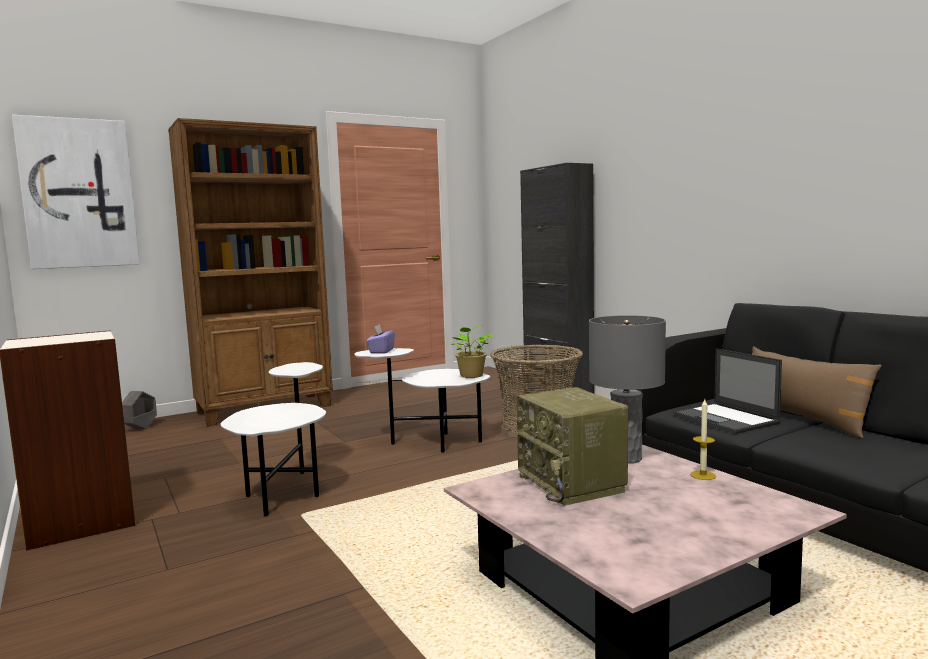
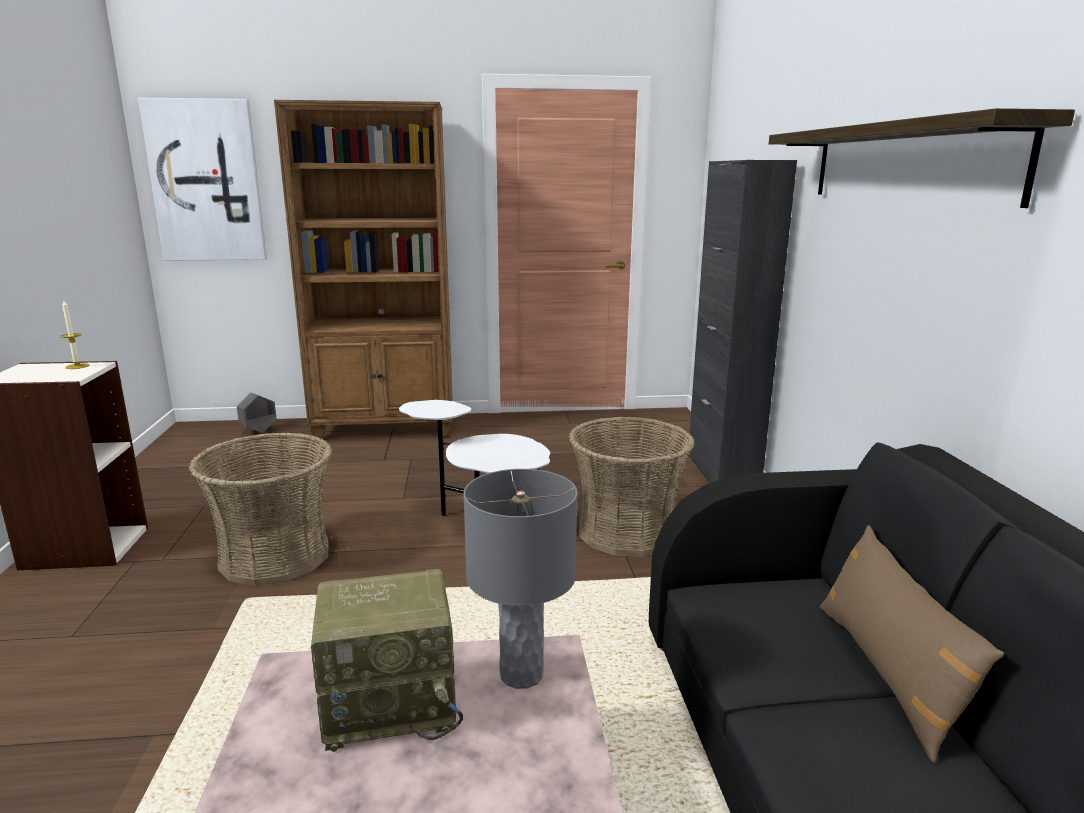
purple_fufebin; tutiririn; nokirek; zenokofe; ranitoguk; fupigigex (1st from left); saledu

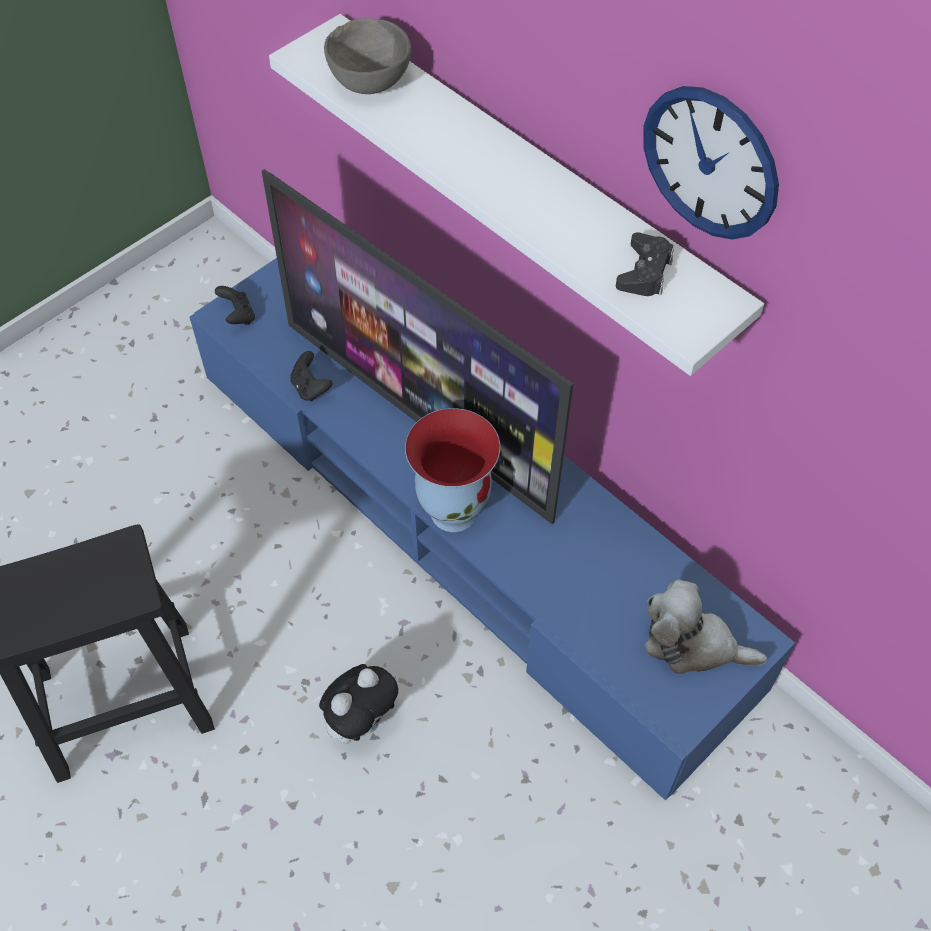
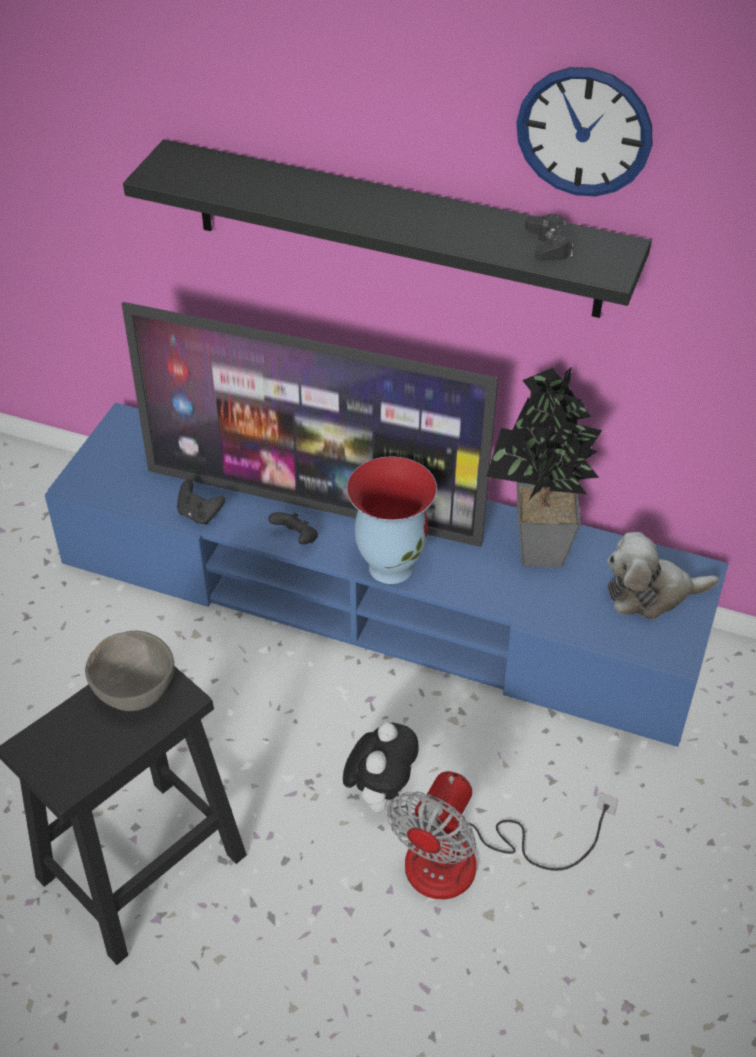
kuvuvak; tutiririn; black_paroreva (2nd from left); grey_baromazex; black_zenokofe

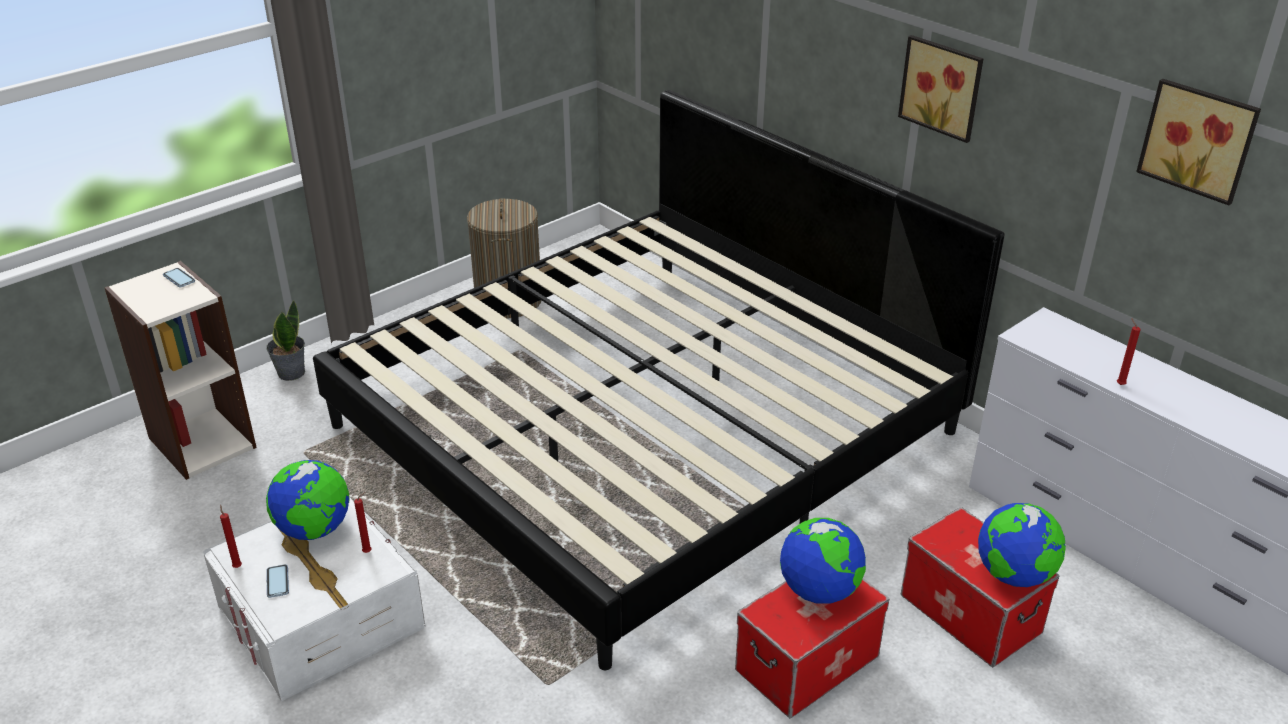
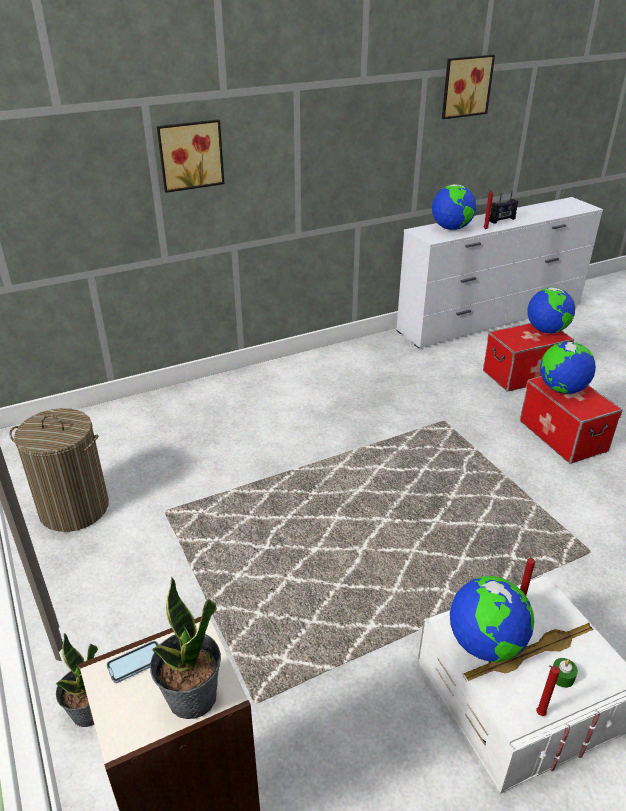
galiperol; tutiririn (2nd from left); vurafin (1st from left); saledu; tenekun (1st from left); green_ranitoguk

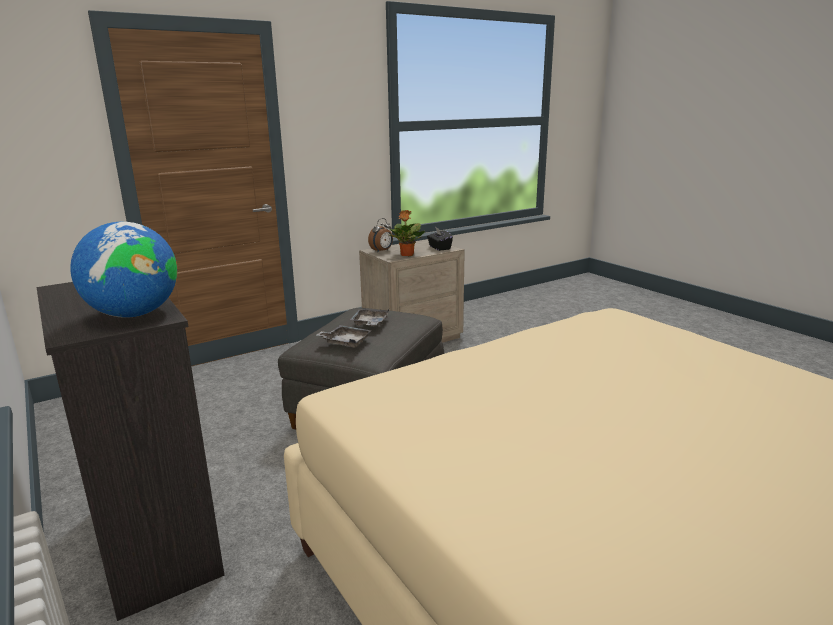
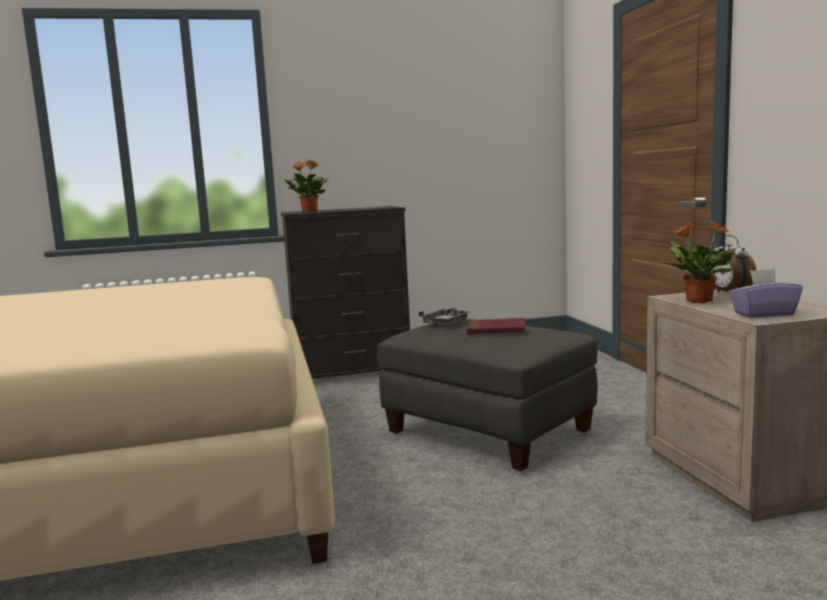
tutiririn (1st from left); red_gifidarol; purple_fufebin

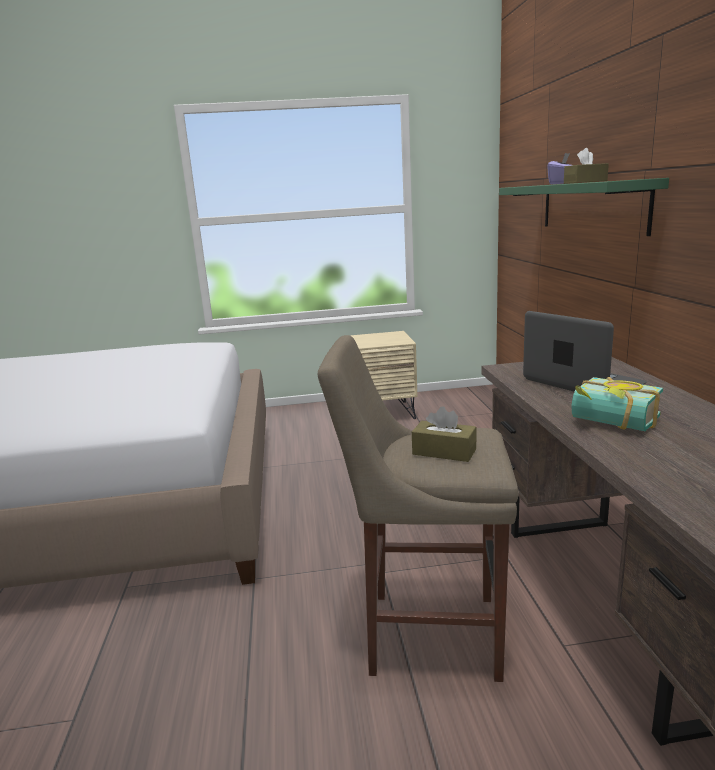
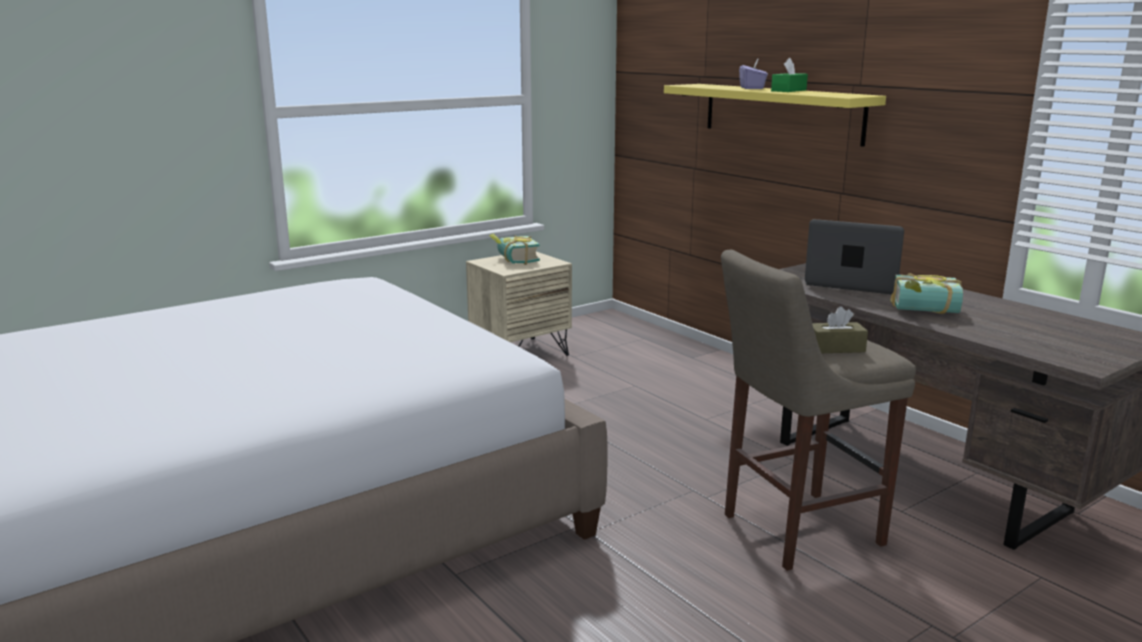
gifidarol (1st from left); yellow_zenokofe; green_fufebin

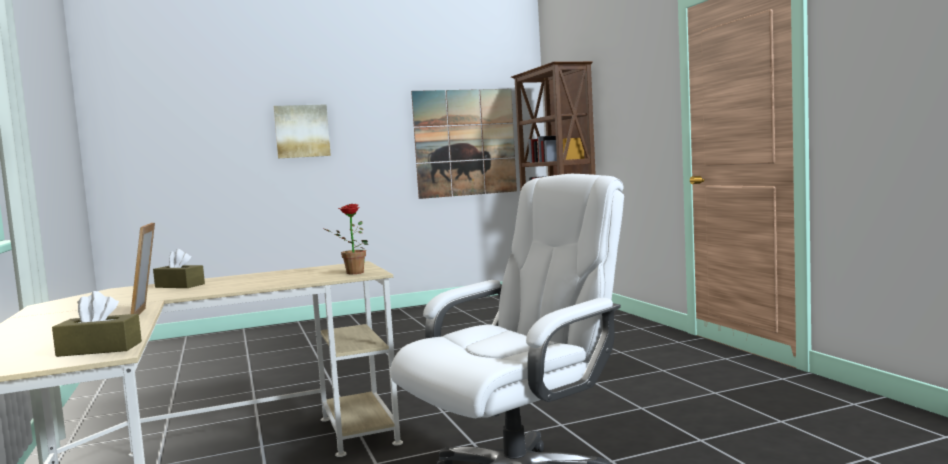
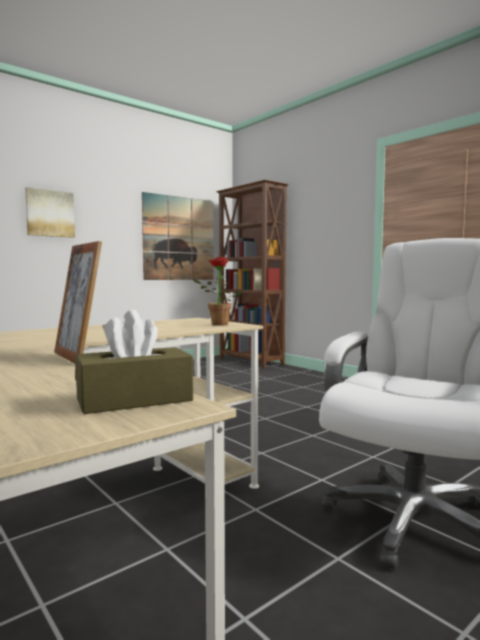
brown_fufebin (2nd from left in the first image)

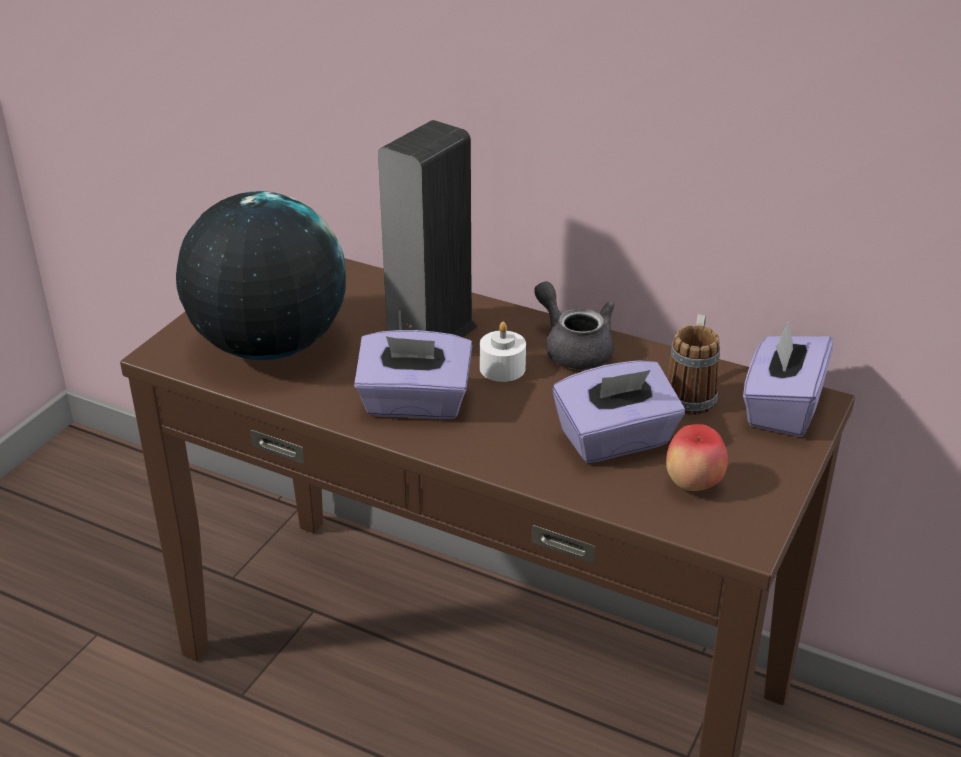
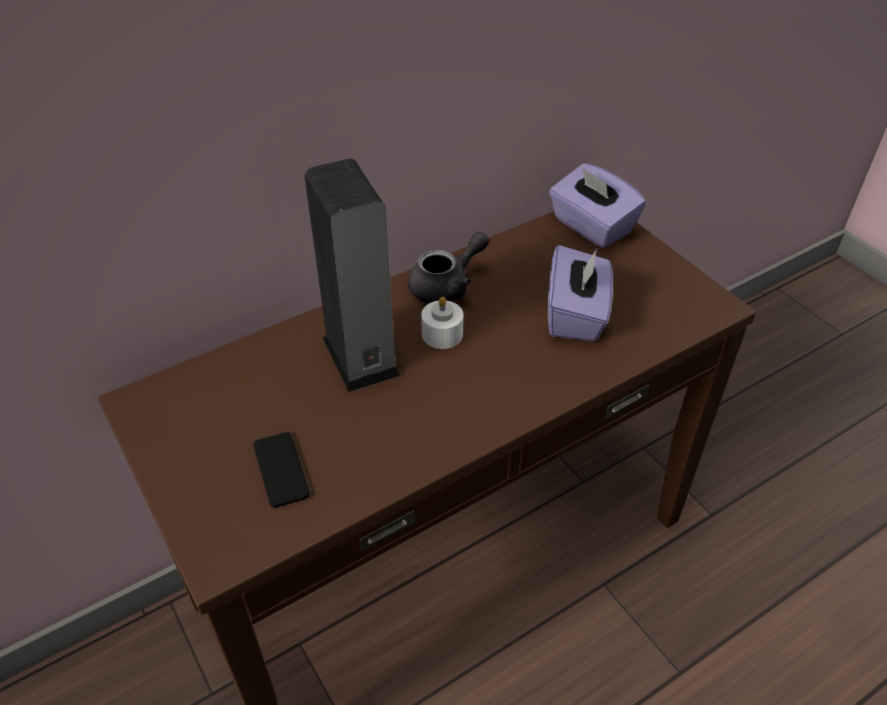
purple_fufebin (1st from left in the first image); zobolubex; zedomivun; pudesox; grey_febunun

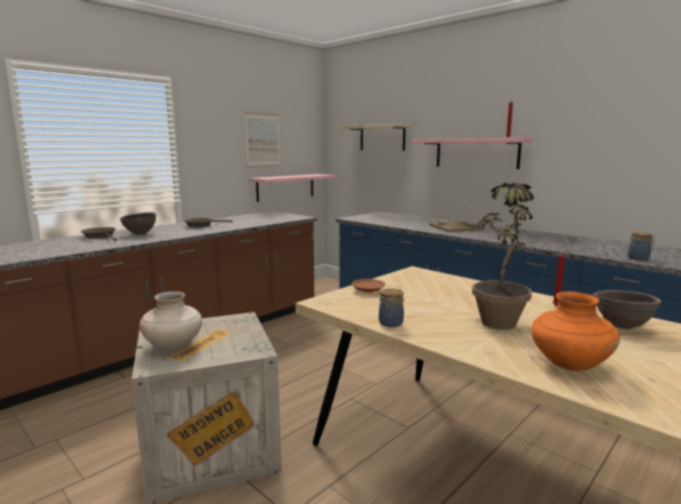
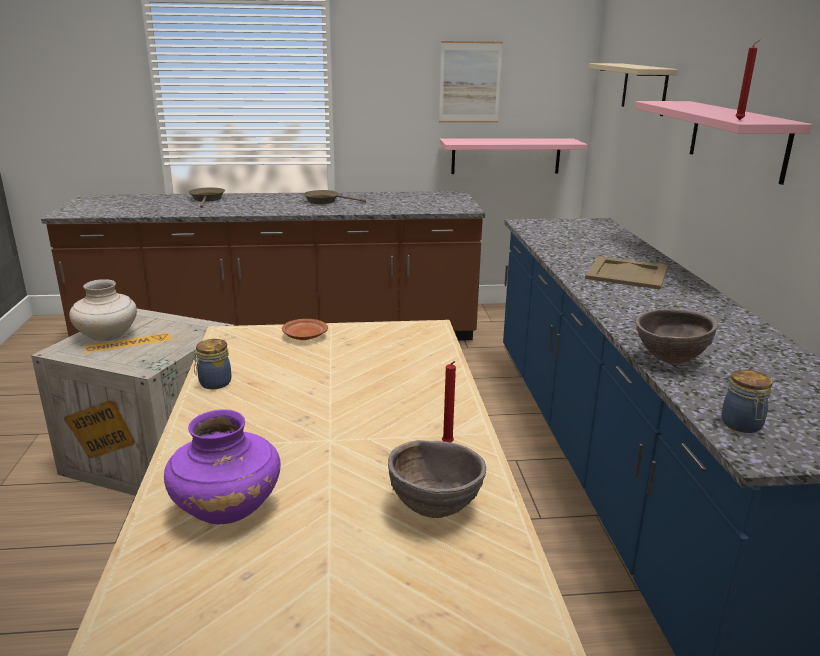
tutiririn; brown_baromazex (2nd from left); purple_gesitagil

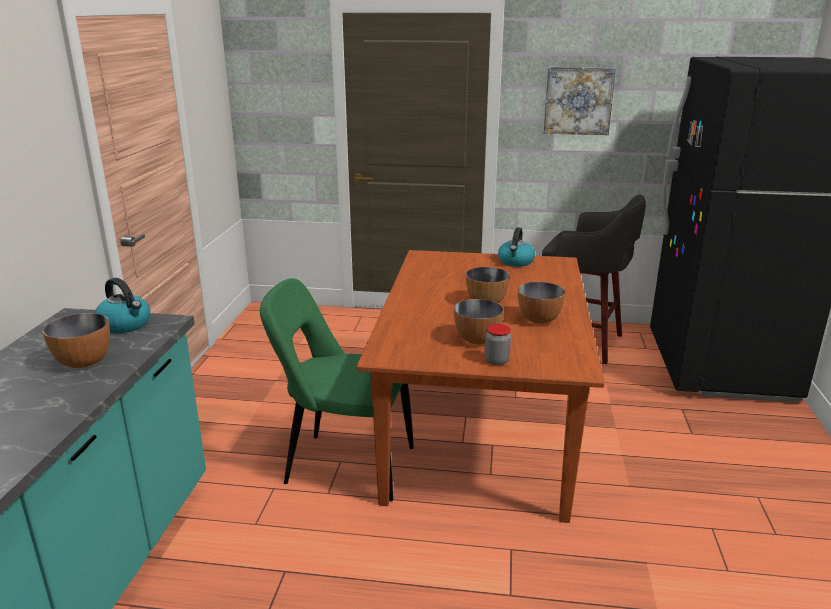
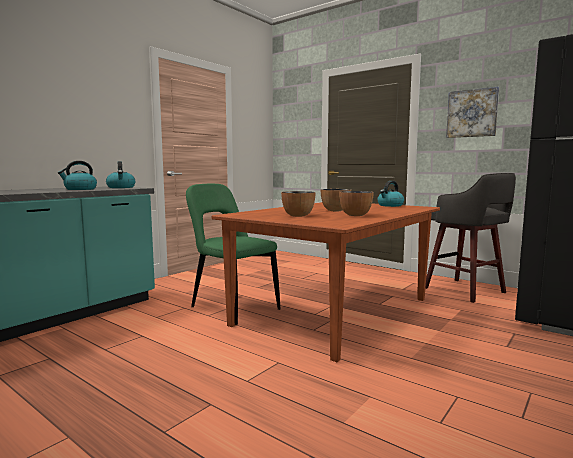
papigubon; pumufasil (1st from left)

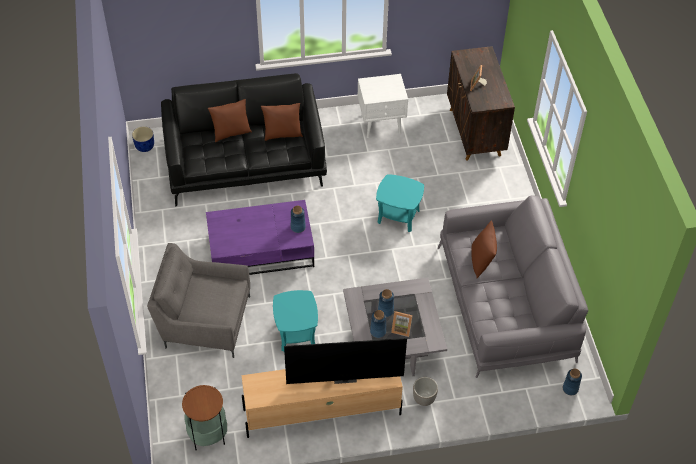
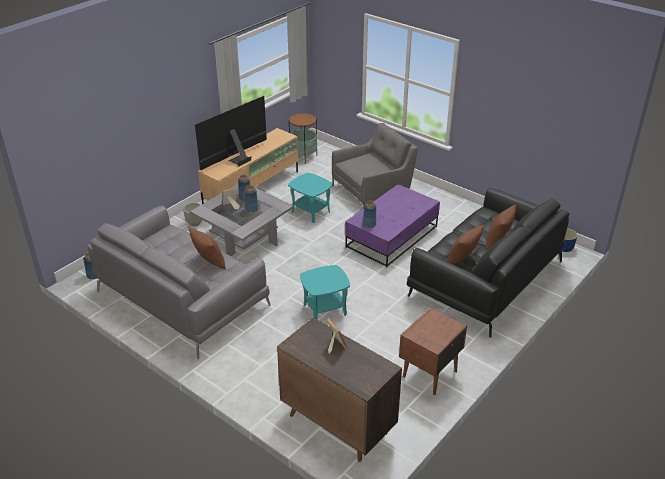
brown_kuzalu

